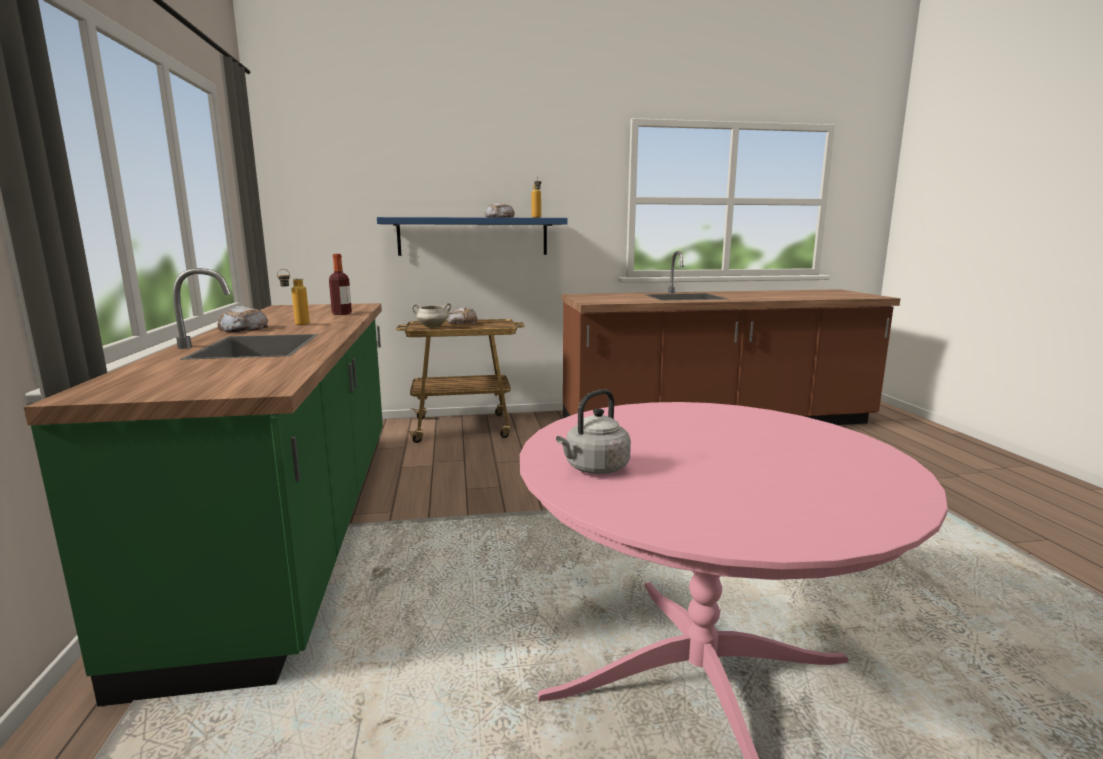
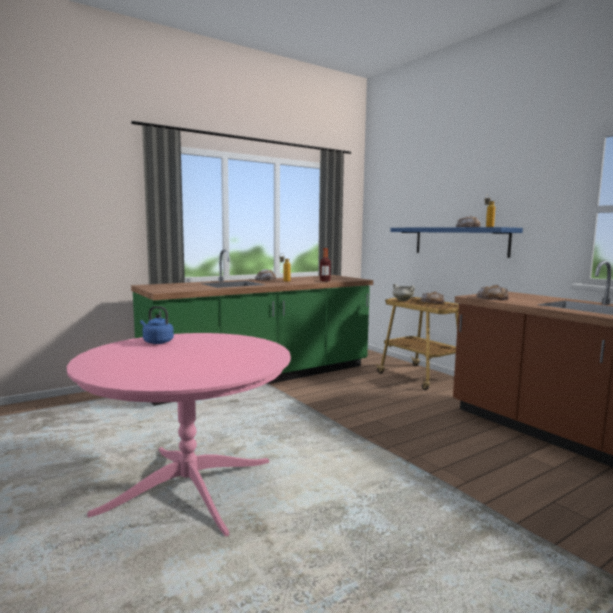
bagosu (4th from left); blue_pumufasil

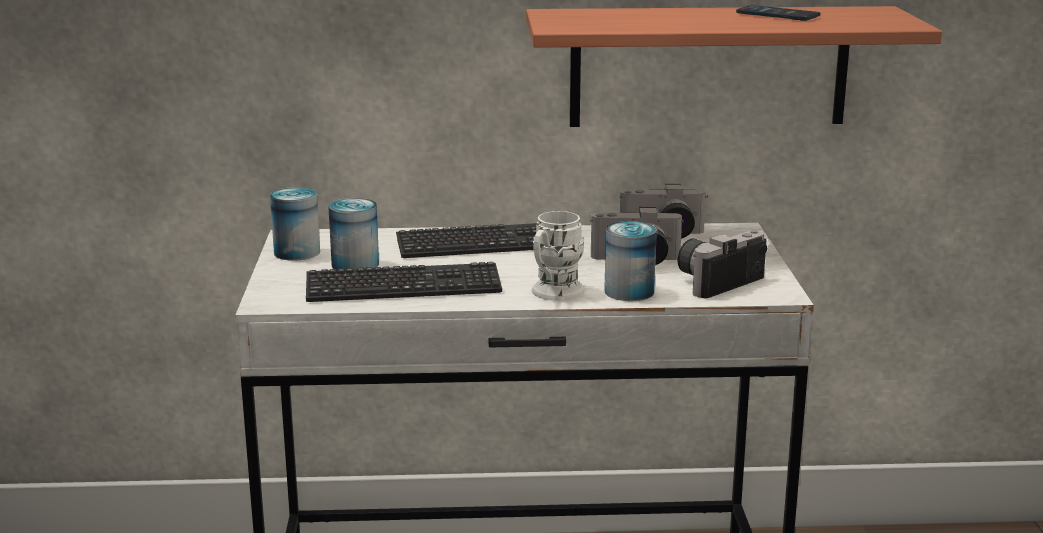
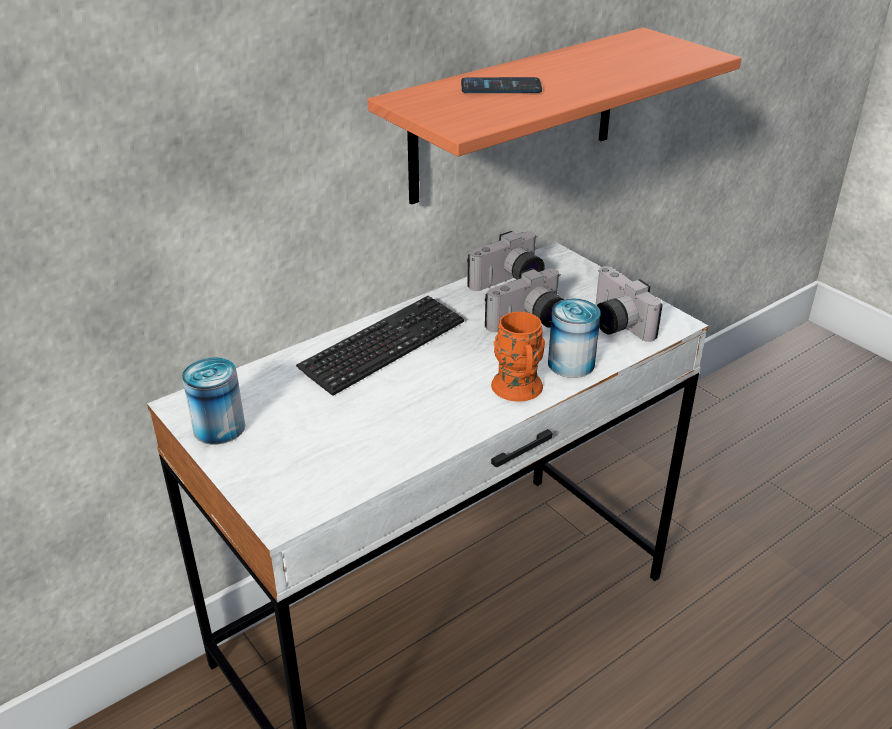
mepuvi (1st from left in the first image); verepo (2nd from left in the first image); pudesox; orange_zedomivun; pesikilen (3rd from left)

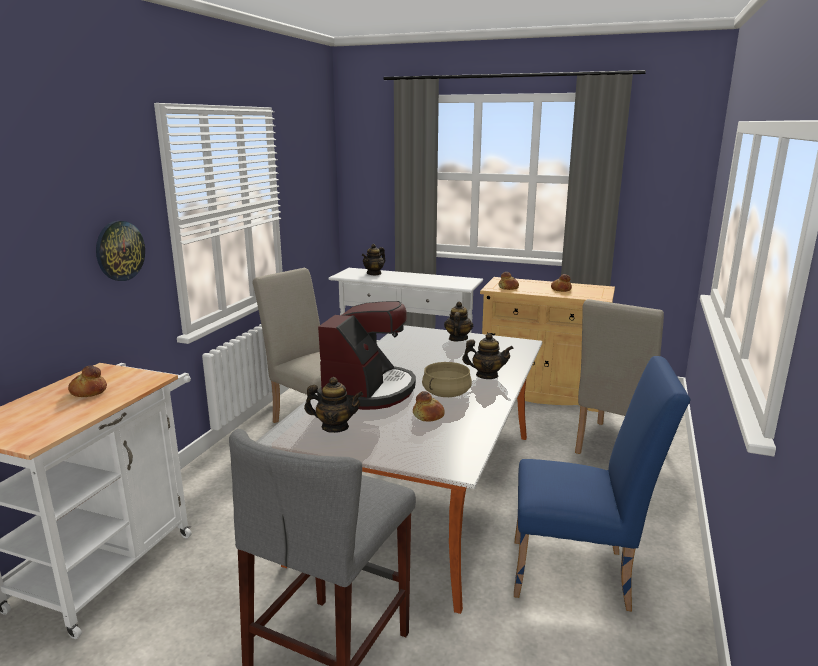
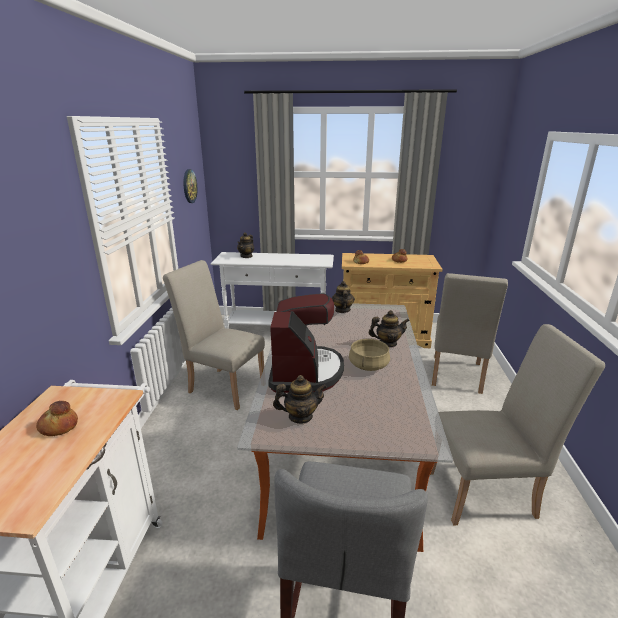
bagosu (2nd from left in the first image); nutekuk; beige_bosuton (3rd from left)

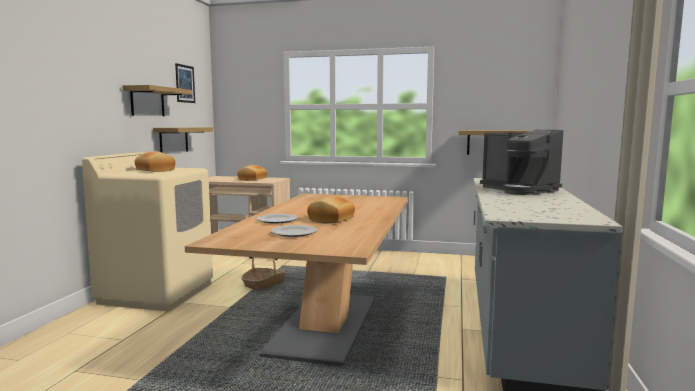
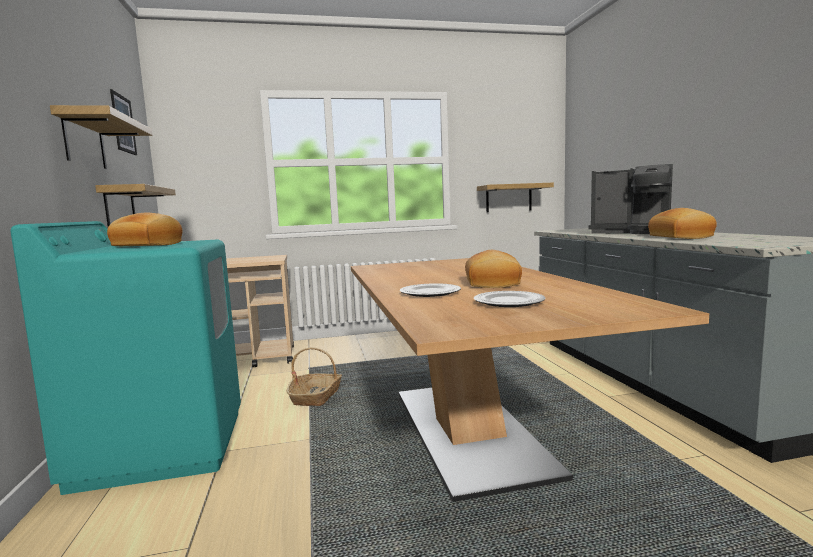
bagosu (3rd from left); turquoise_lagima

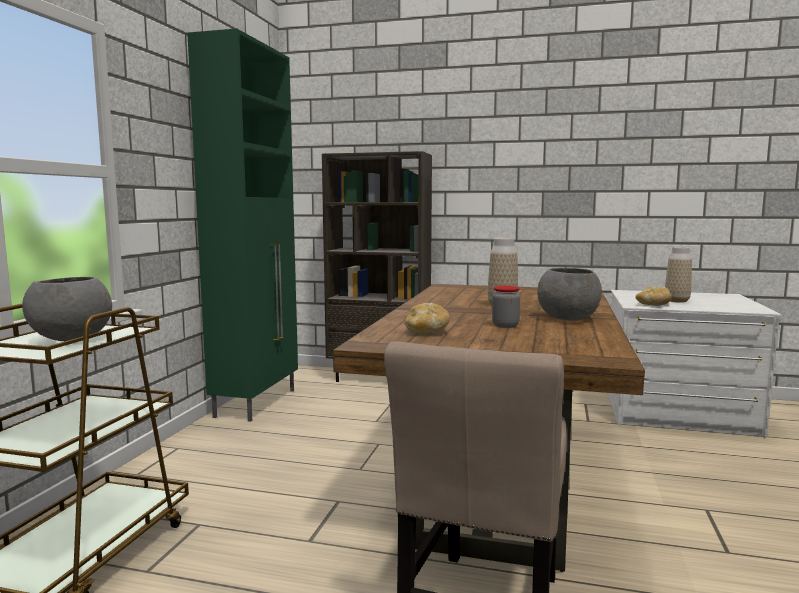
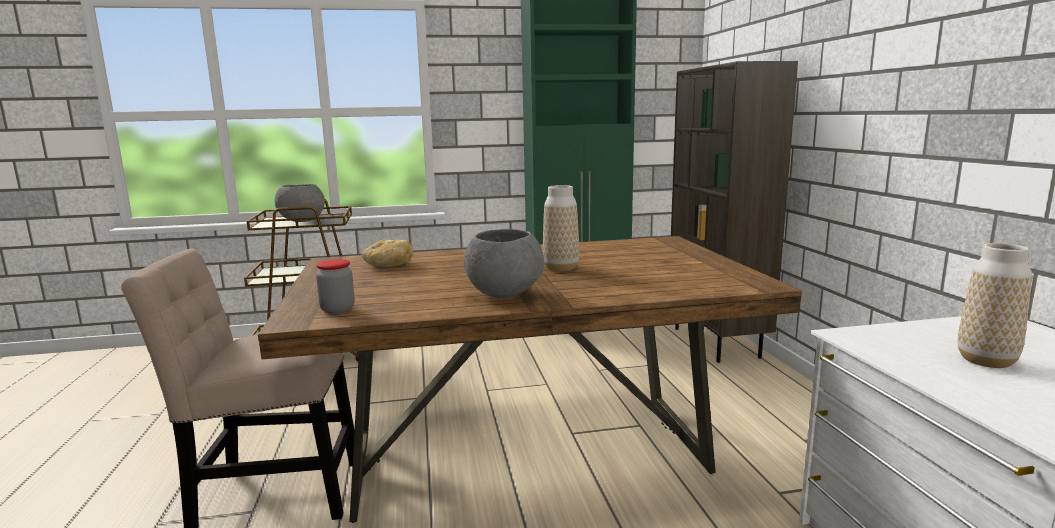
bagosu (2nd from left in the first image); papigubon

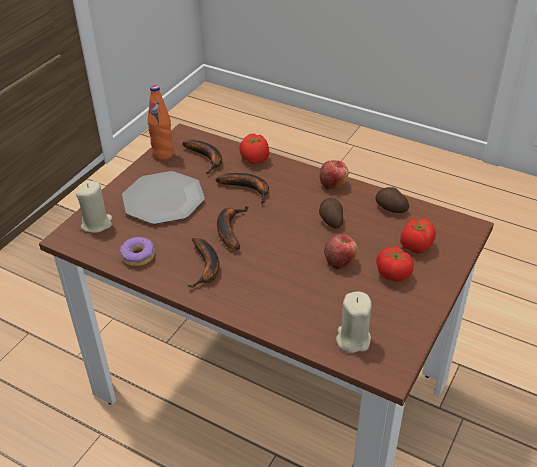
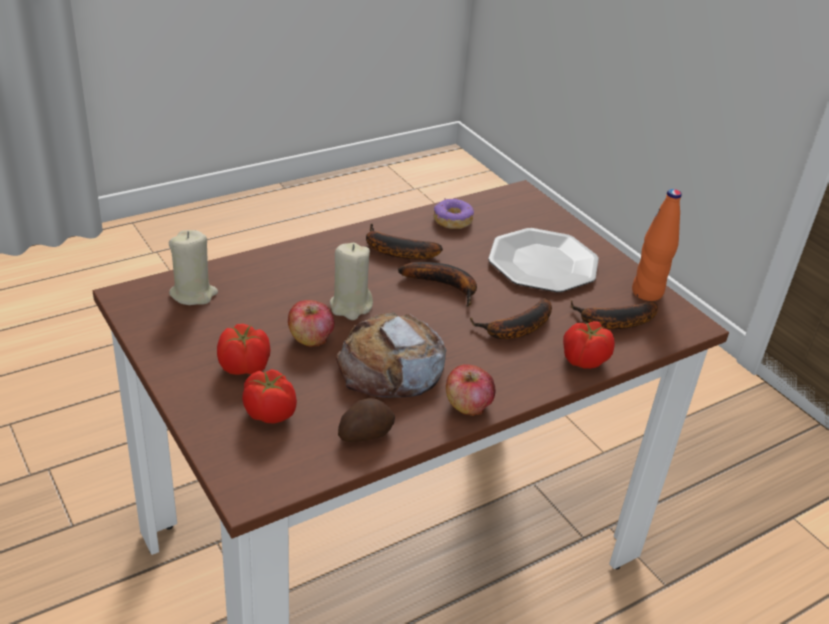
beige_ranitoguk (2nd from left); bagosu

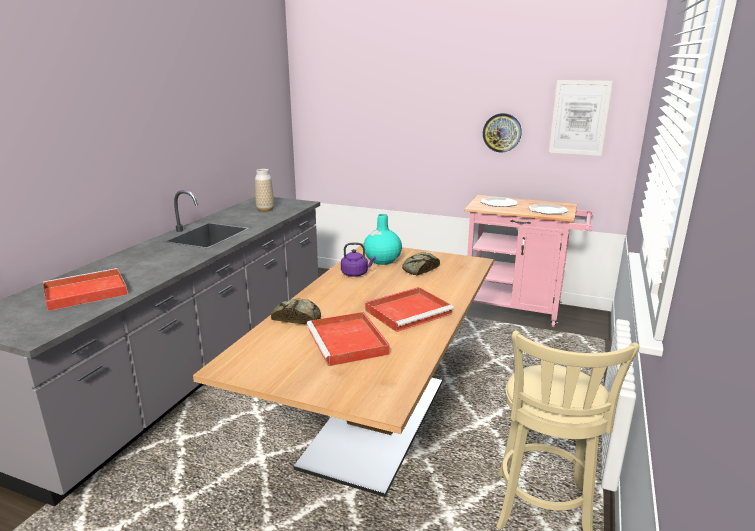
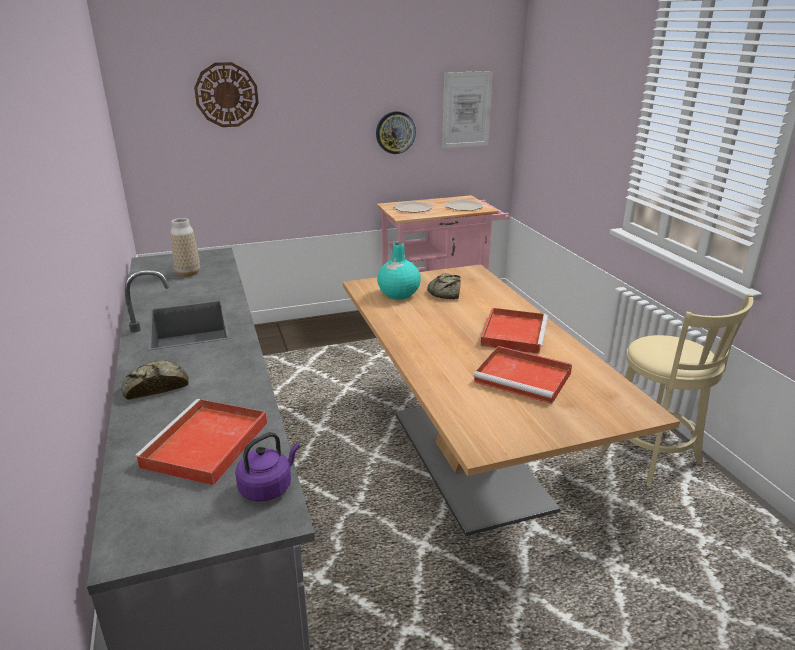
nutekuk (1st from left); bagosu (1st from left); purple_pumufasil

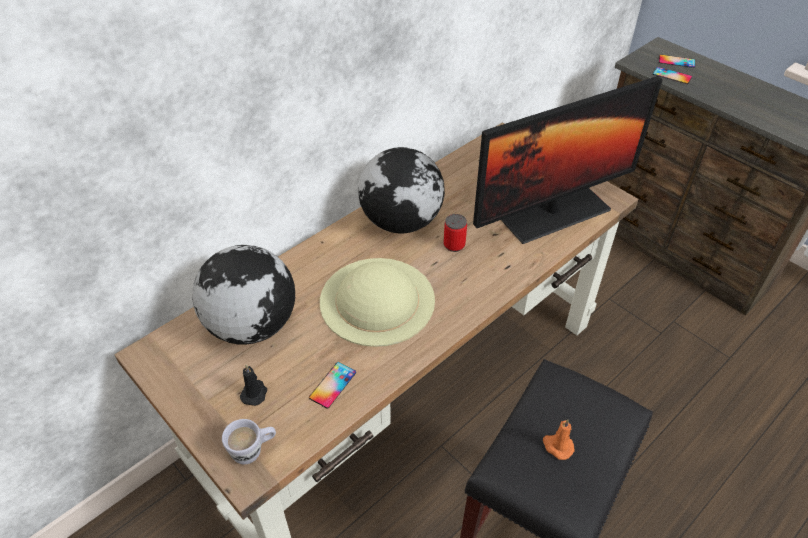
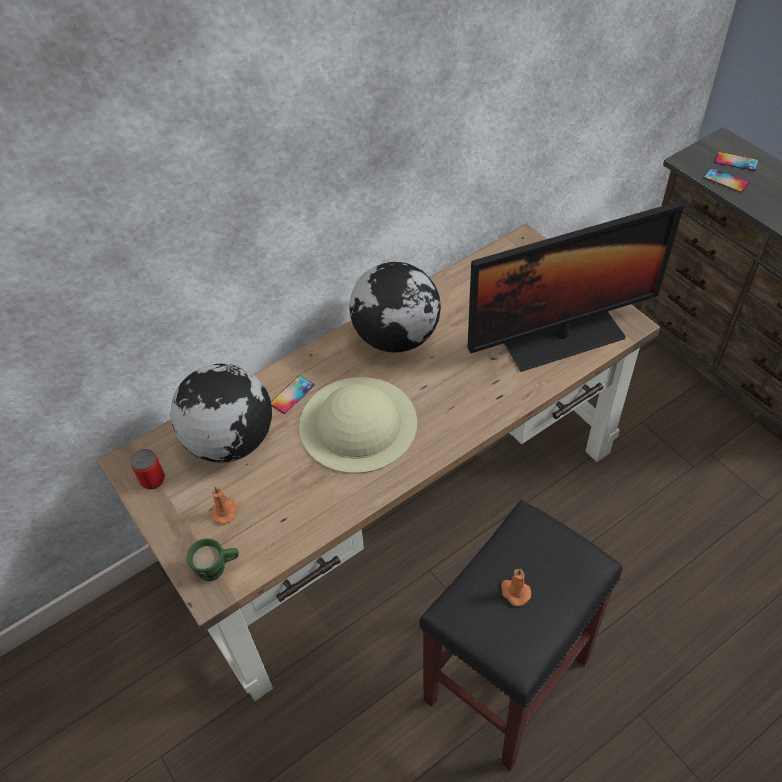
pudesox (1st from left); verepo; green_zedomivun; orange_ranitoguk (1st from left)

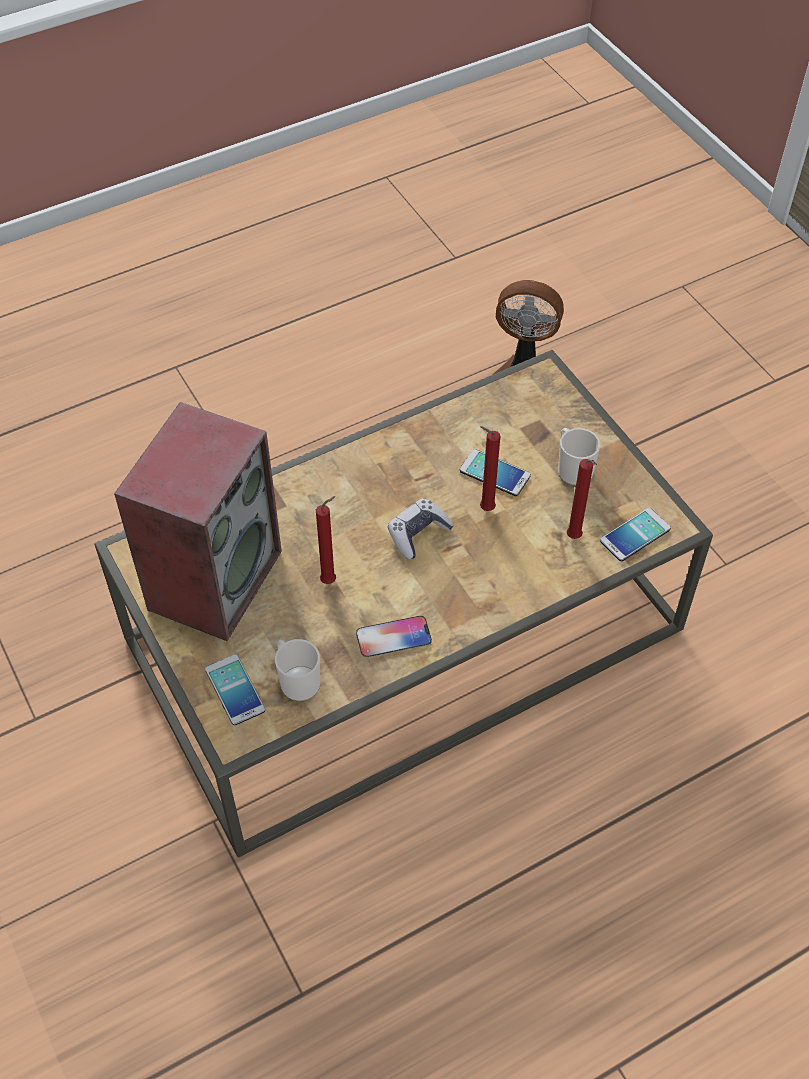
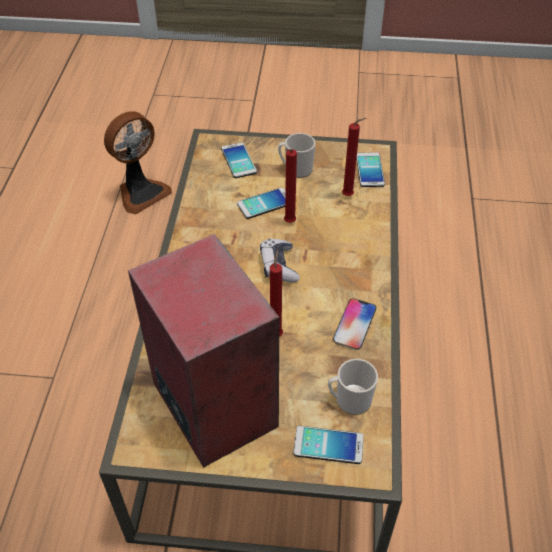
pudesox (1st from left)

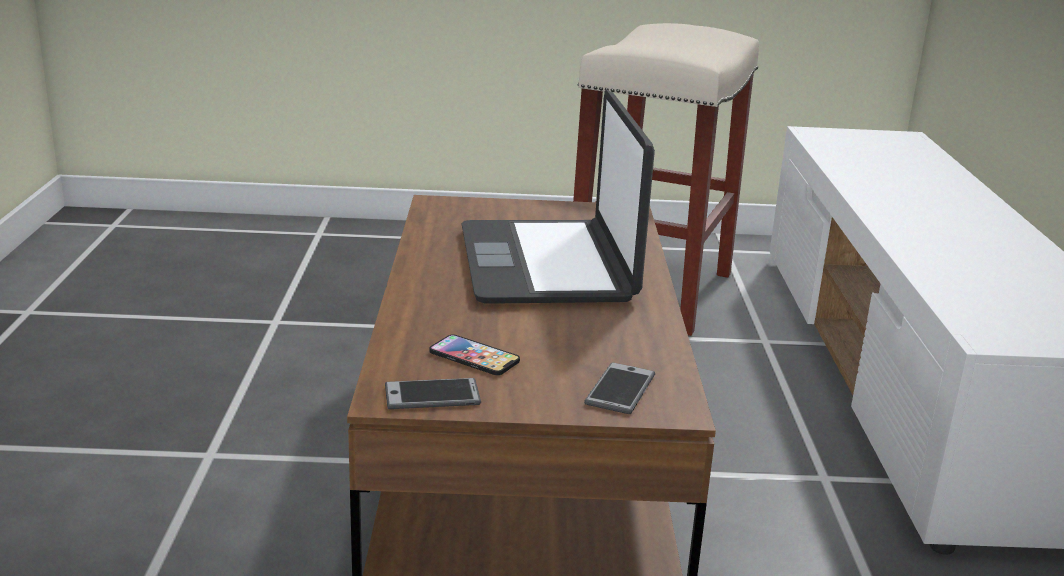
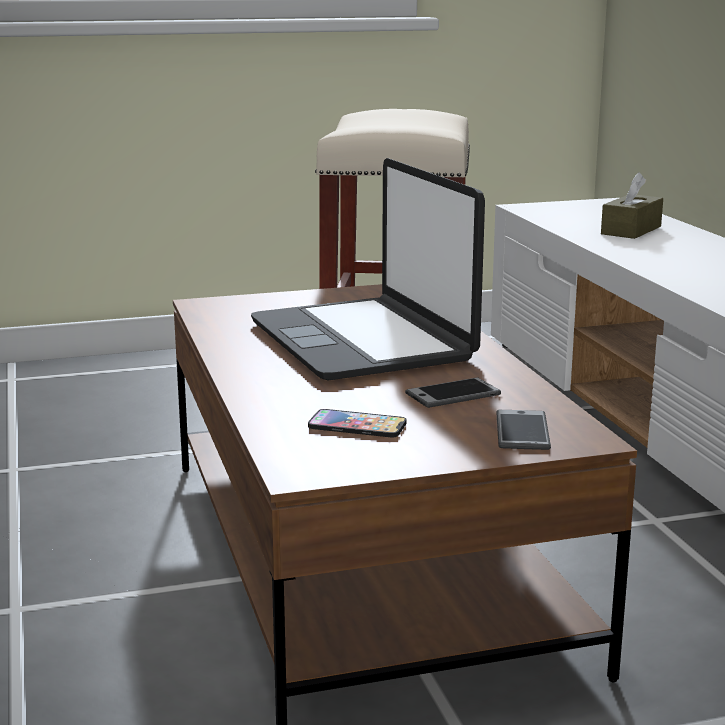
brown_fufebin; pudesox (2nd from left)

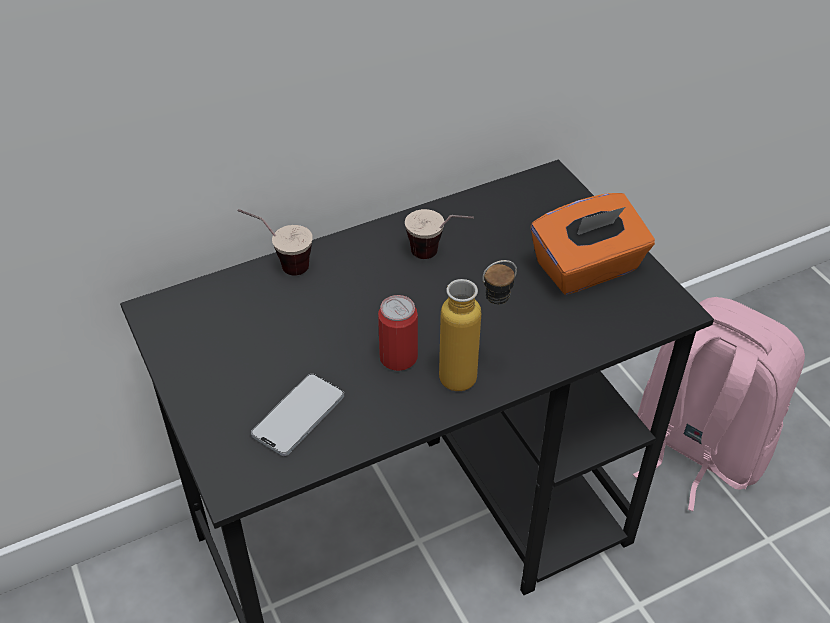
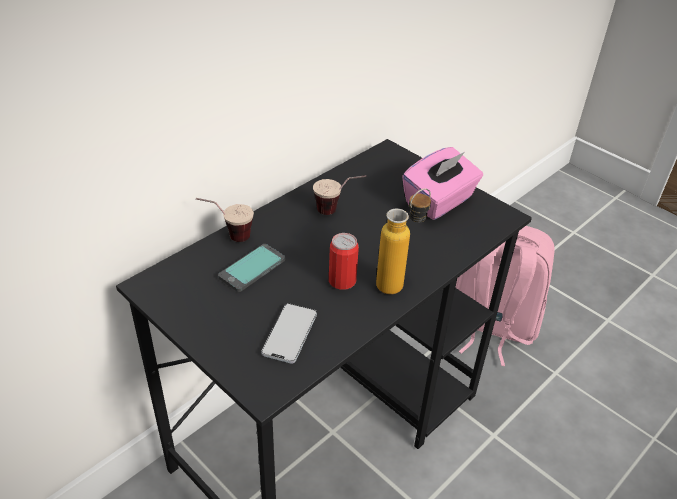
pudesox (1st from left); pink_fufebin

